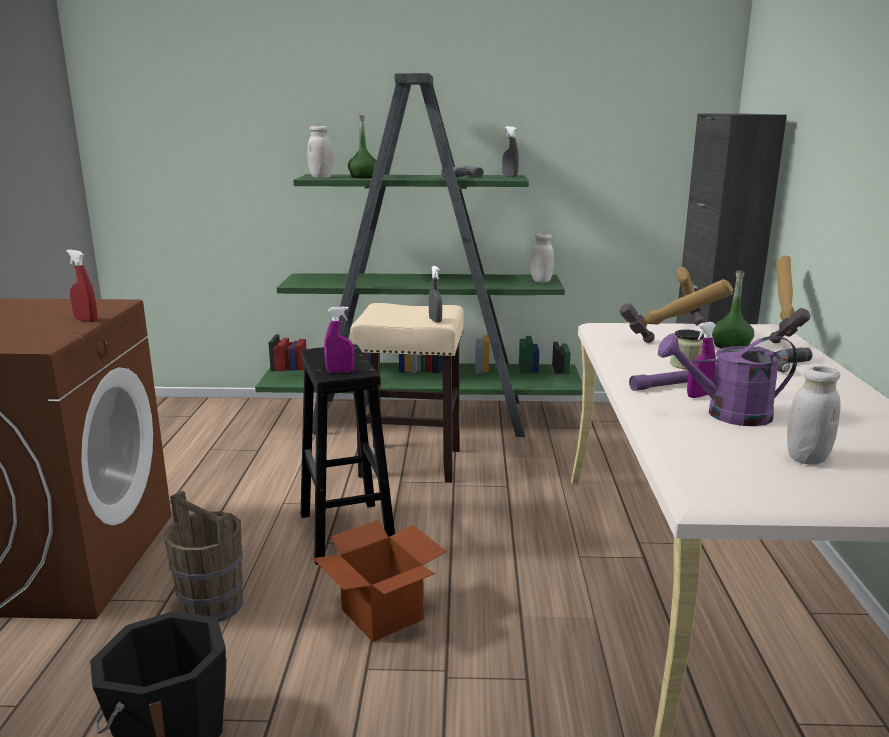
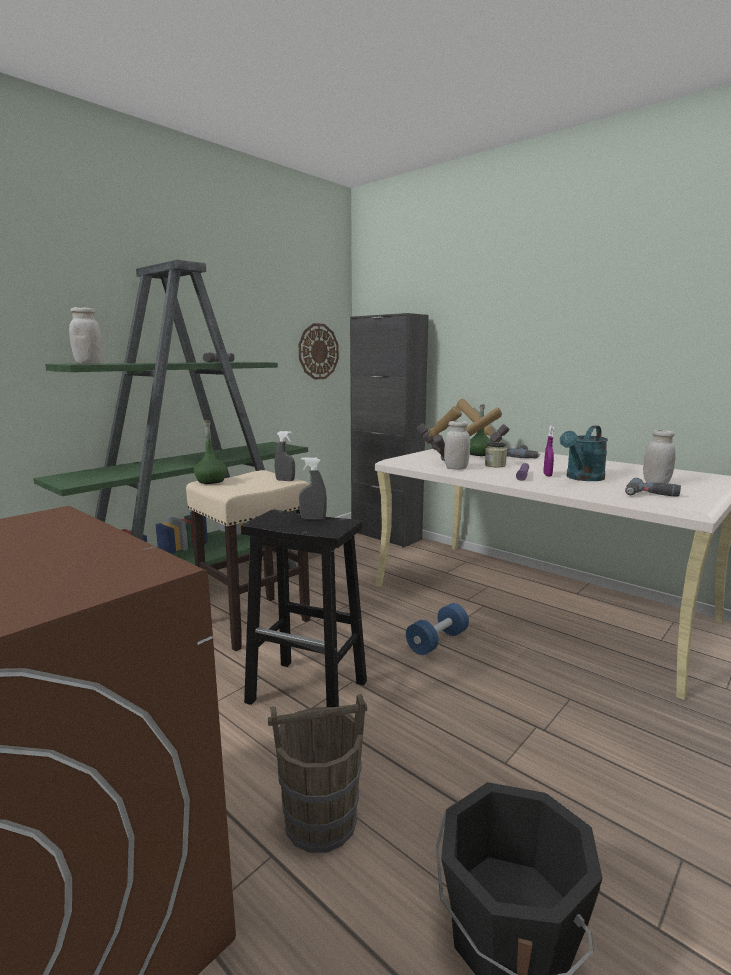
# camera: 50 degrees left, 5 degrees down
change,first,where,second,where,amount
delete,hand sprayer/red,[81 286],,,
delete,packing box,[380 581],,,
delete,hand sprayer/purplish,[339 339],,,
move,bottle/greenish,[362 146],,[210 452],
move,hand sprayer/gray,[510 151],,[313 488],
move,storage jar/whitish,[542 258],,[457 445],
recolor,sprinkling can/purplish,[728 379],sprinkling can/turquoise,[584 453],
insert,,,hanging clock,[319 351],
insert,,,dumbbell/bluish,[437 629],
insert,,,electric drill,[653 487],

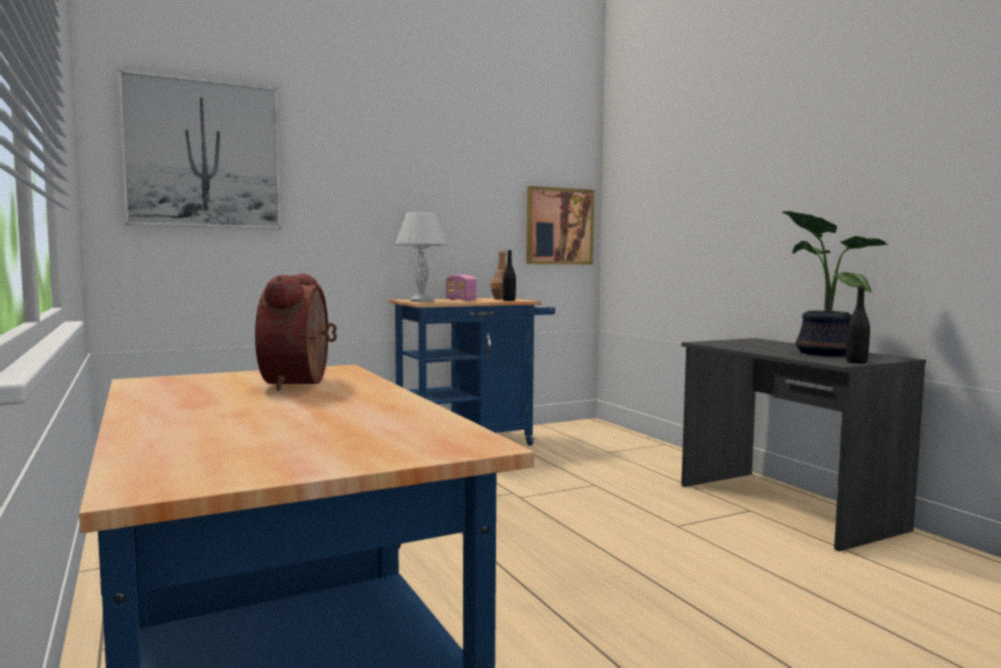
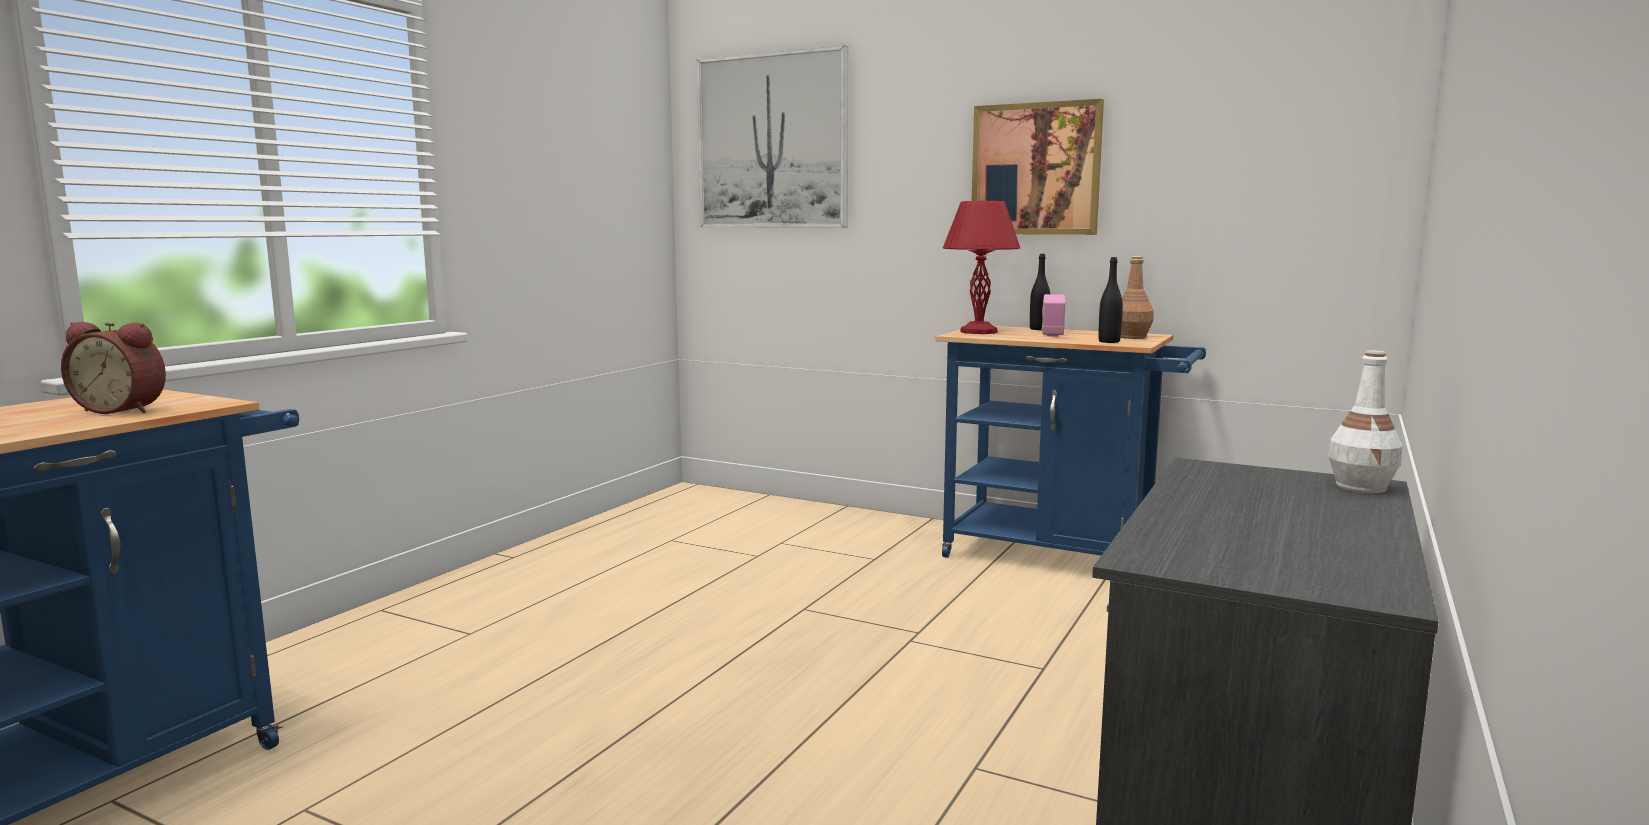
# camera: 55 degrees right, 5 degrees up
change,first,where,second,where,amount
rotate,alarm clock,[296 332],,[113 368],135 degrees counterclockwise
recolor,table lamp/whitish,[421 257],table lamp/red,[981 267],
move,wall picture,[560 225],,[1038 167],
delete,houseplant,[835 283],,,
move,bottle/black,[858 324],,[1040 292],
insert,,,bottle/whitish,[1365 421],

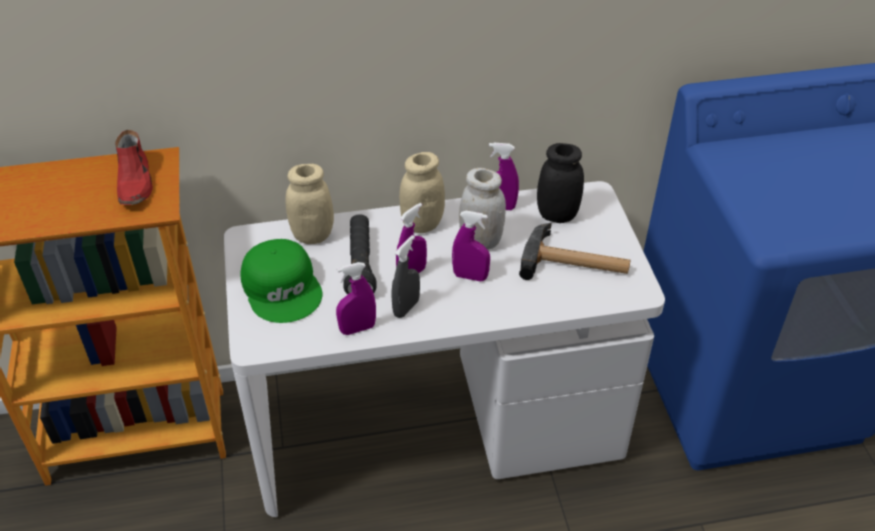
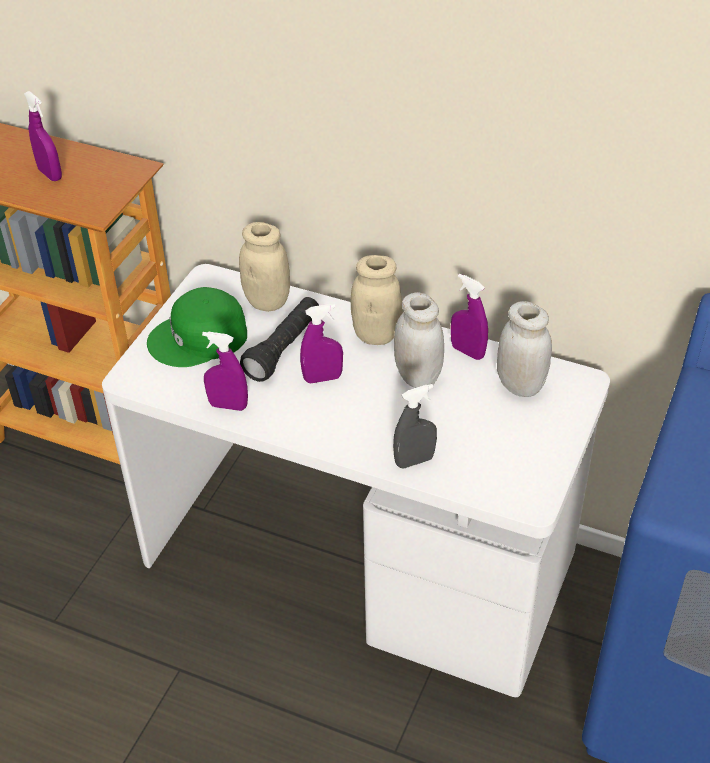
# camera: 35 degrees right, 0 degrees up
change,first,where,second,where,amount
delete,shoe/red,[134 167],,,
rotate,baseball cap/greenish,[281 281],,[197 327],60 degrees clockwise
move,hand sprayer/gray,[405 276],,[415 426],
move,hand sprayer/purplish,[471 246],,[43 136],
delete,hand hammer,[575 251],,,
recolor,storage jar/black,[560 183],storage jar/whitish,[524 349],

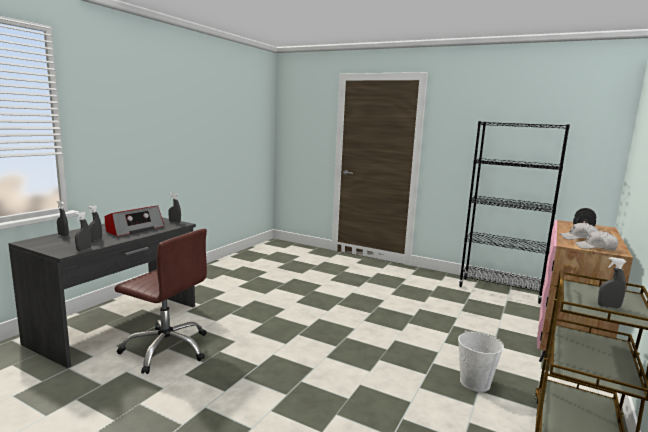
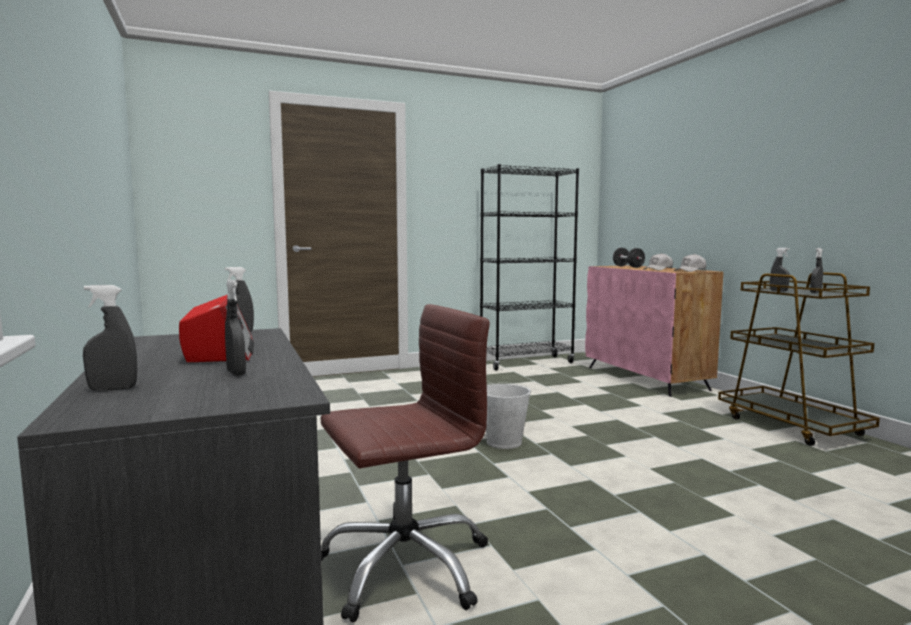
# camera: 50 degrees left, 5 degrees down
change,first,where,second,where,amount
move,hand sprayer/gray,[83 231],,[780 270],
move,bucket/whitish,[481 361],,[508 416],

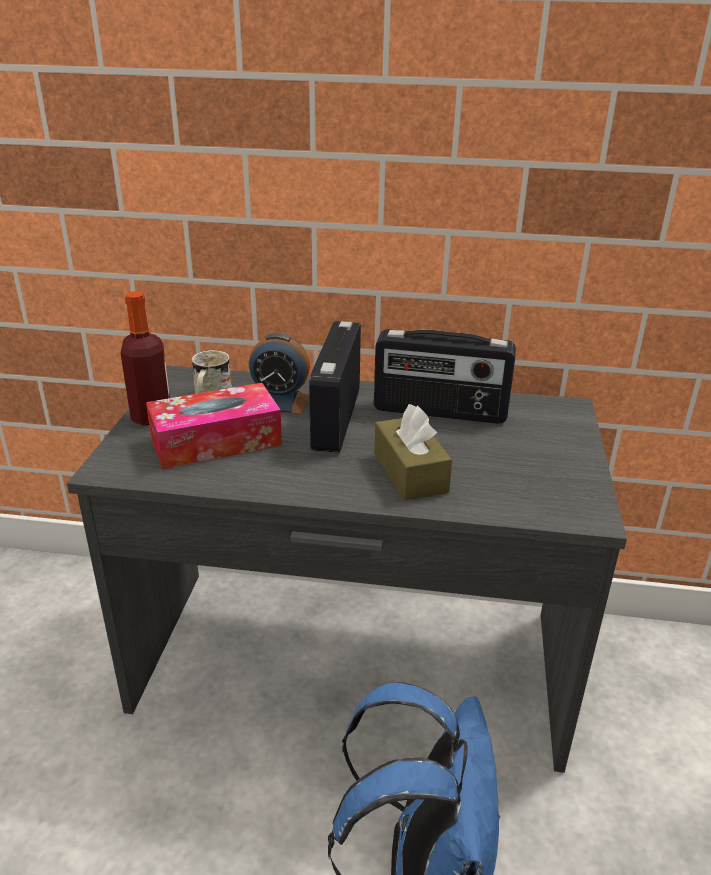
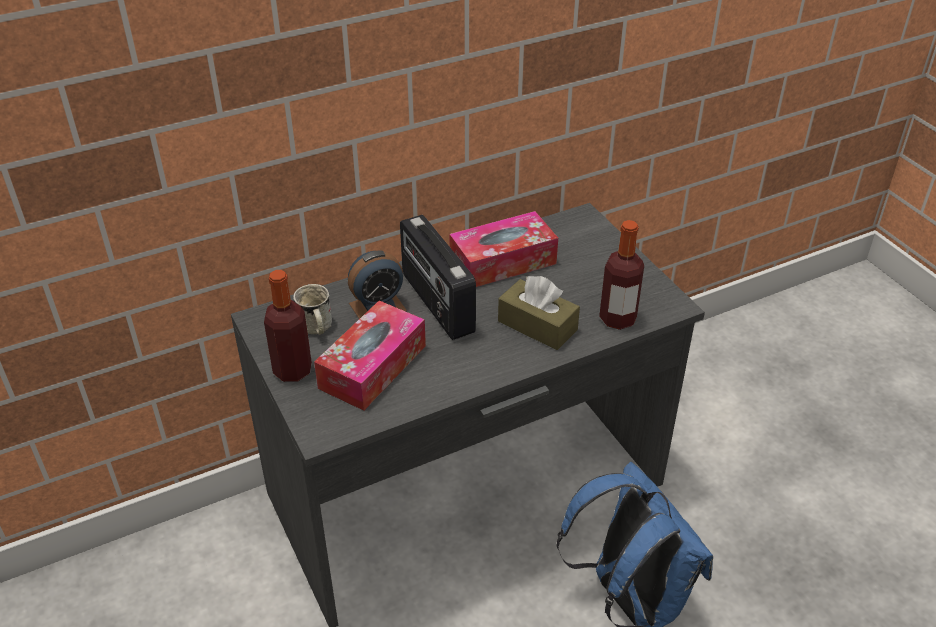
# camera: 35 degrees left, 10 degrees up
change,first,where,second,where,amount
replace,radio set,[445 376],tissue box,[503 249],
insert,,,bottle,[621 275],

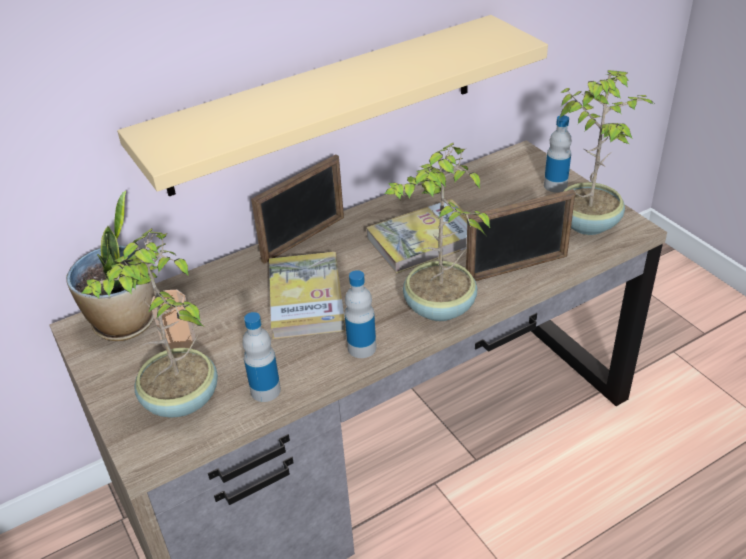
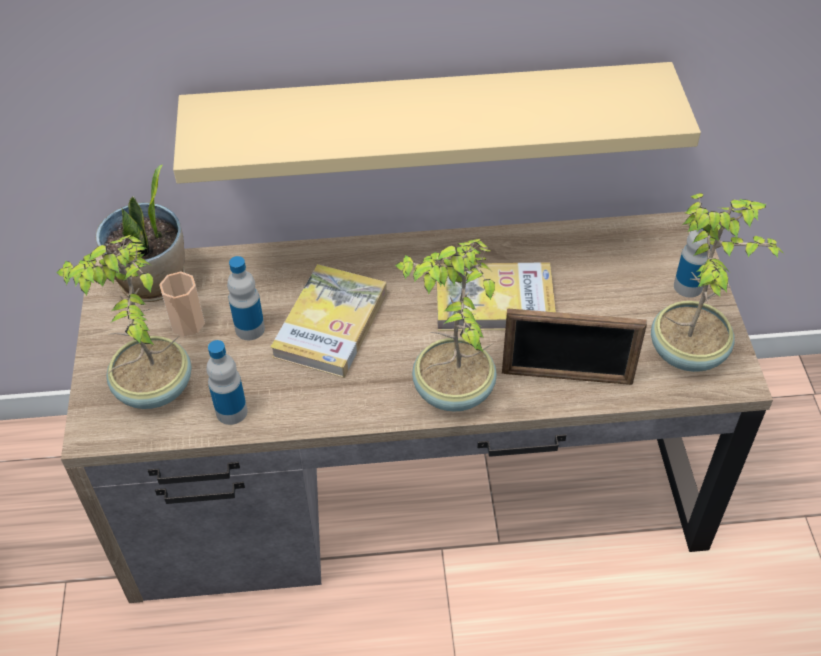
# camera: 25 degrees right, 10 degrees up
change,first,where,second,where,amount
delete,photo frame,[297 209],,,
move,bottle,[360 314],,[246 298],

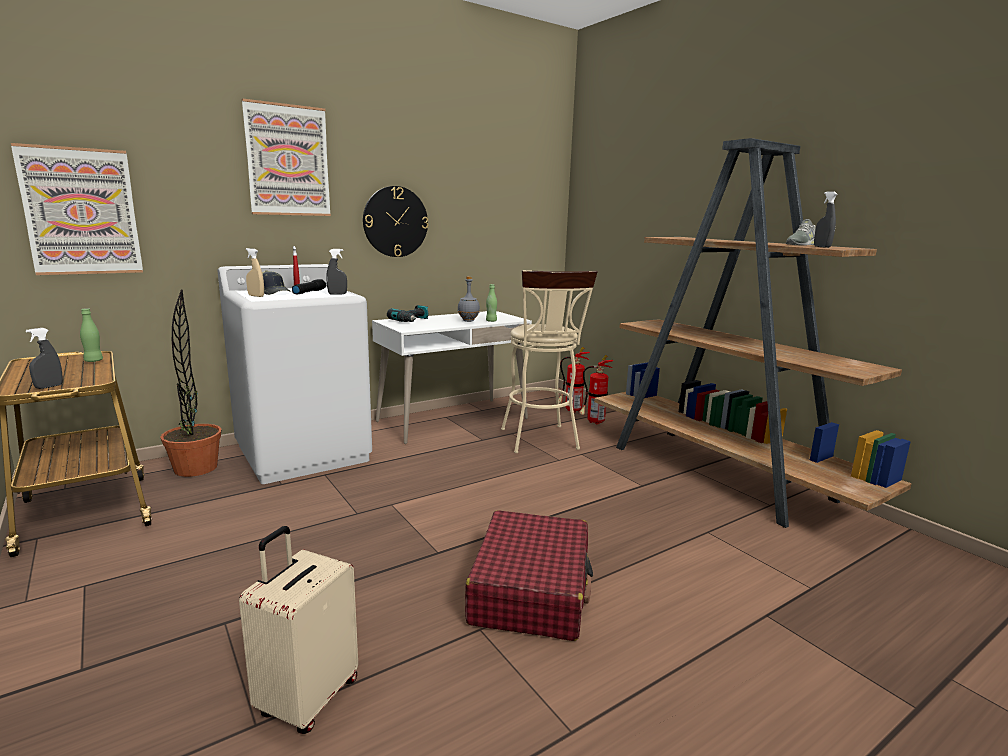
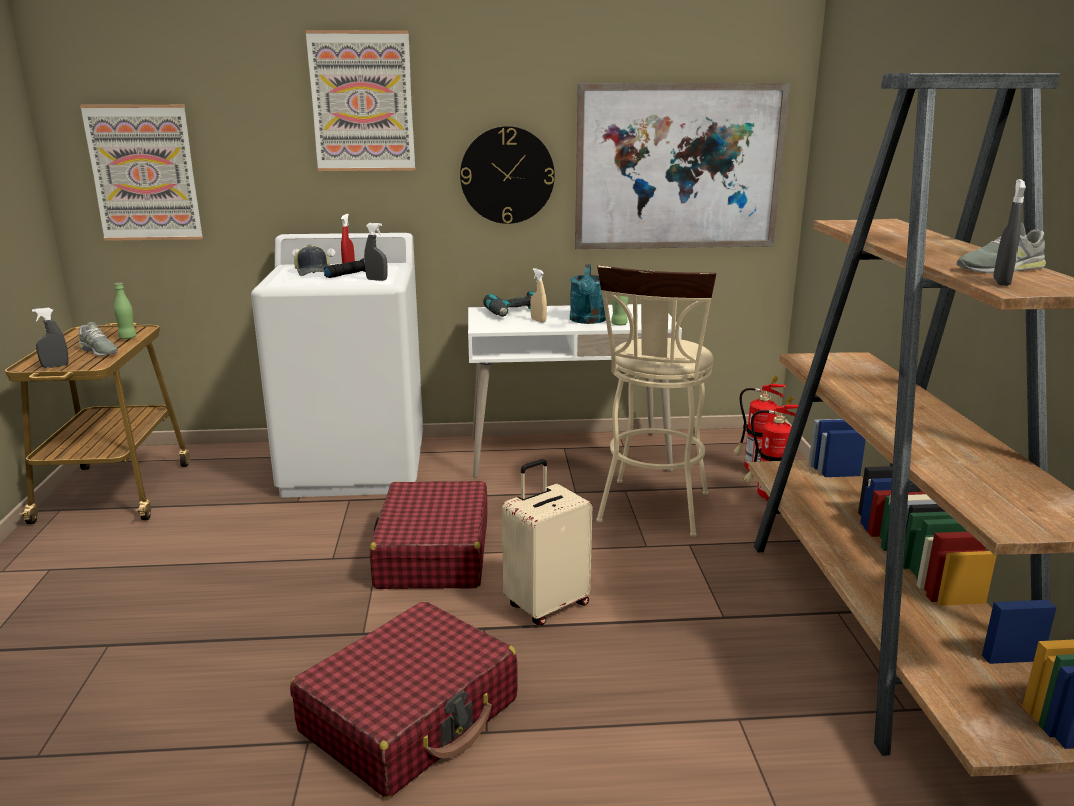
# camera: 30 degrees right, 5 degrees up
change,first,where,second,where,amount
delete,houseplant,[190 383],,,
move,piece of luggage/beige,[298 630],,[547 542],
move,hand sprayer/beige,[255 272],,[538 295],
replace,bottle/gray,[469 299],sprinkling can/turquoise,[588 294],
insert,,,shoe/gray,[98 339],
insert,,,piece of luggage/red,[429 535],
insert,,,wall picture,[682 166],

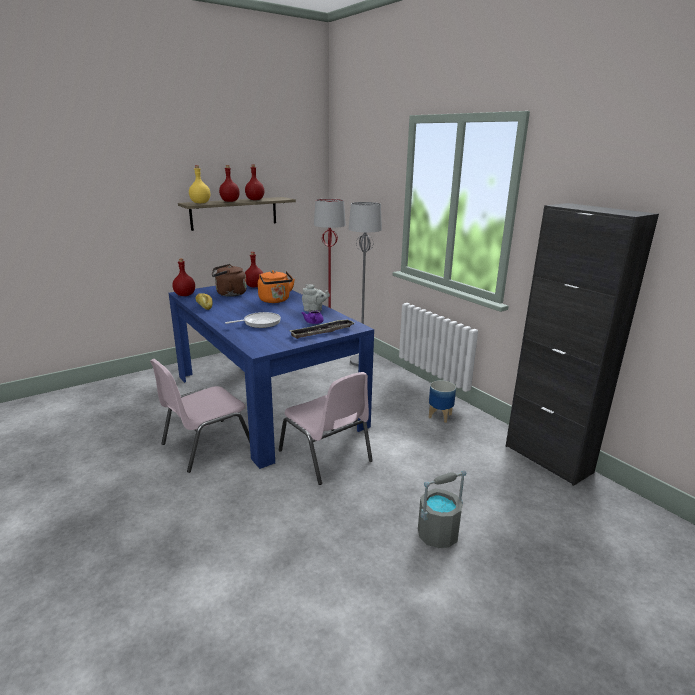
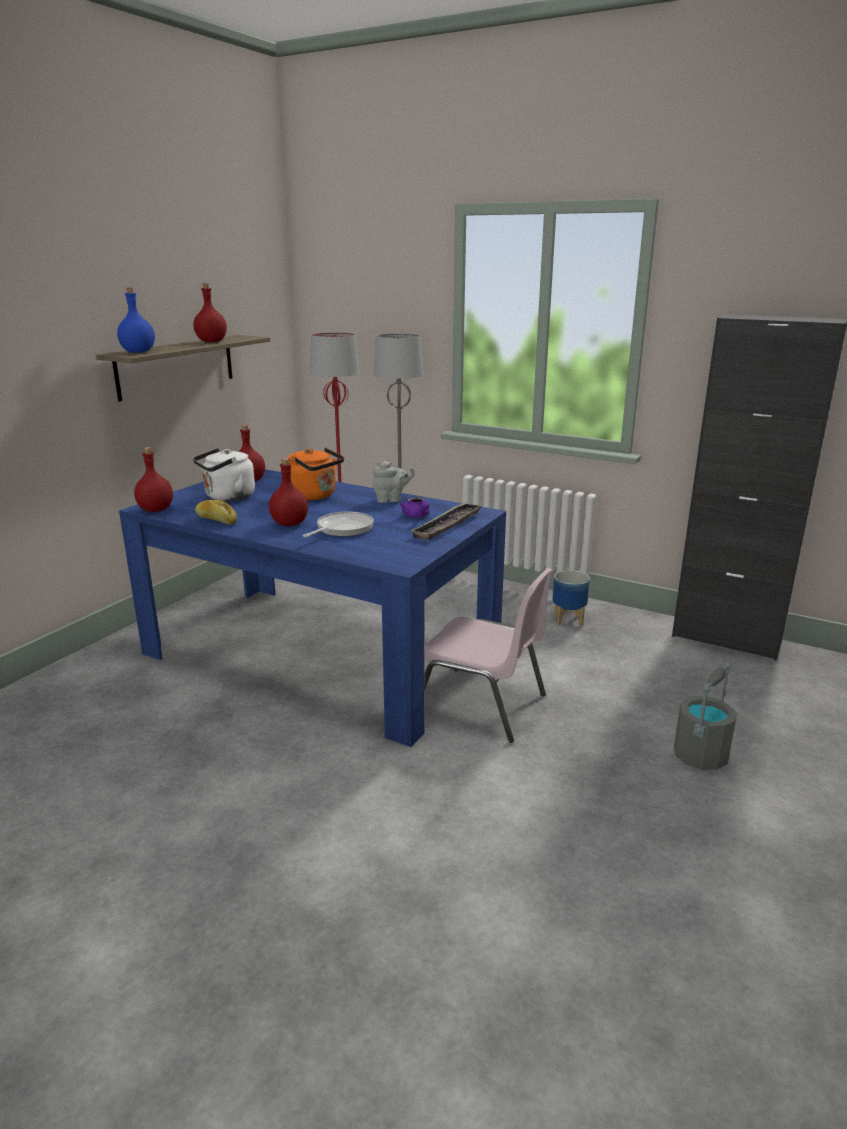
# camera: 25 degrees left, 0 degrees up
change,first,where,second,where,amount
delete,plain chair/pink,[200 416],,,
recolor,bottle/yellowish,[199 184],bottle/bluish,[136 320],
recolor,water kettle/brown-coloured,[229 280],water kettle/whitish,[224 474],
move,bottle/red,[229 183],,[288 492],

